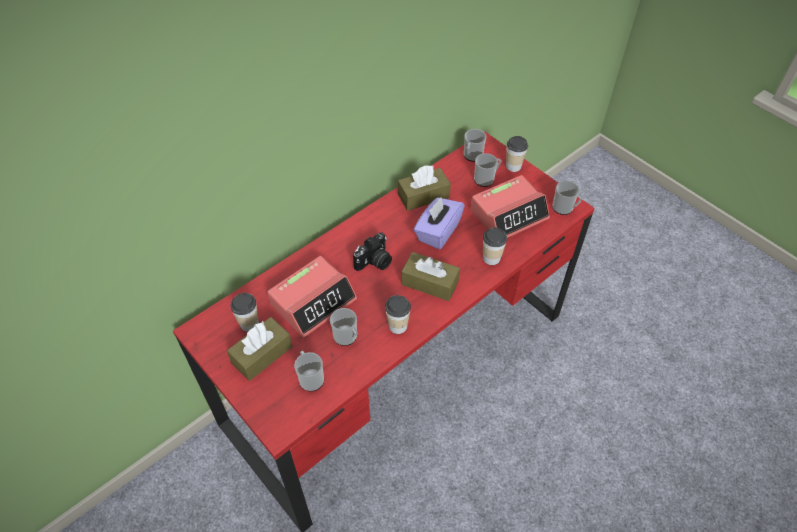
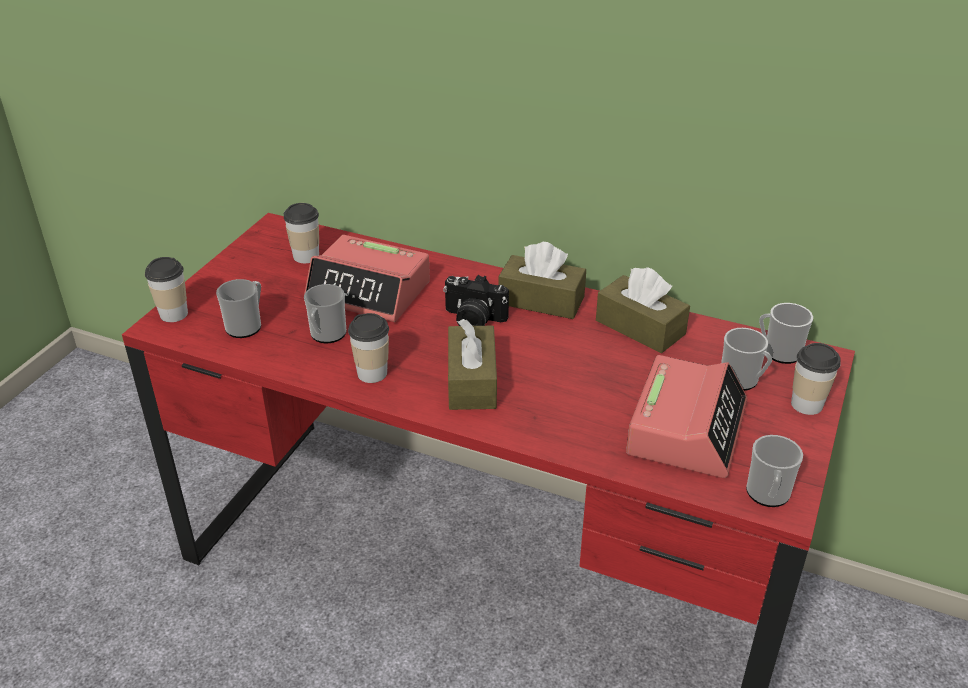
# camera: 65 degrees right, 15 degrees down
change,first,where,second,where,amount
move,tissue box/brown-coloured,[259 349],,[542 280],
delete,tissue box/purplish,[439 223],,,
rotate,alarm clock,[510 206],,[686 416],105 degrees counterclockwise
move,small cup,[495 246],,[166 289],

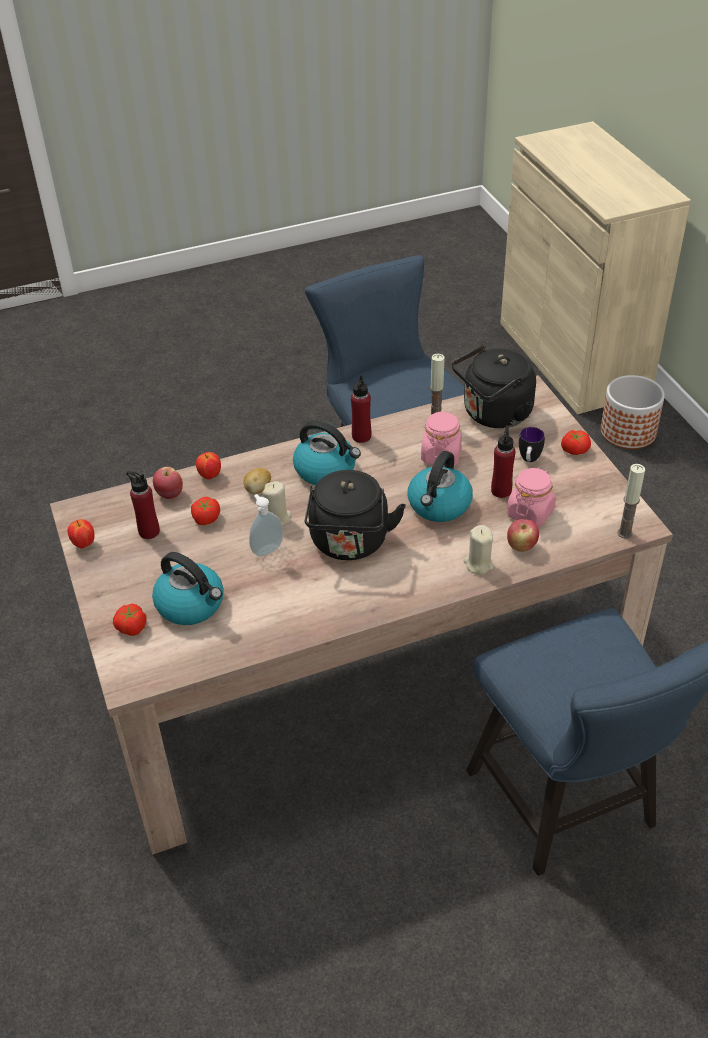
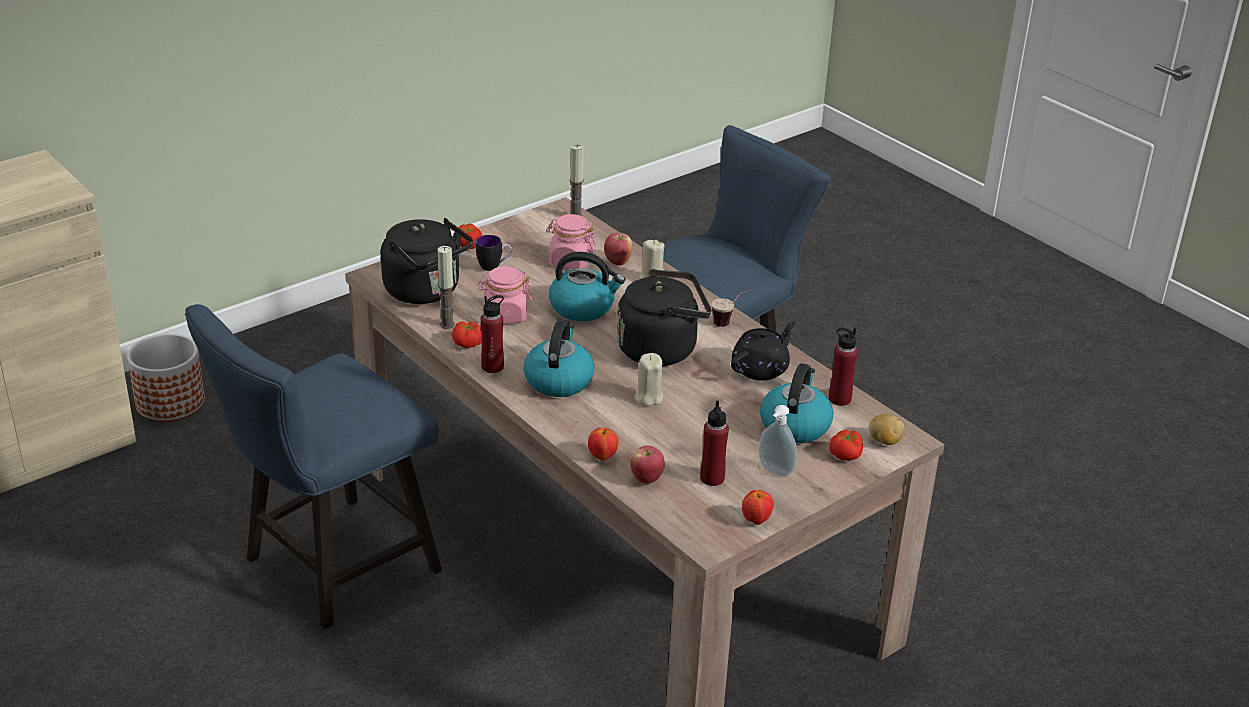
# camera: 110 degrees left, 10 degrees down
change,first,where,second,where,amount
move,whole tomato,[205 511],,[467 335],
move,potato,[257 481],,[887 429],
move,soap dispenser,[266 525],,[778 441],
move,bottle/red,[503 462],,[843 367],
insert,,,small cup,[732 308],
insert,,,pot for tea/black,[763 351],

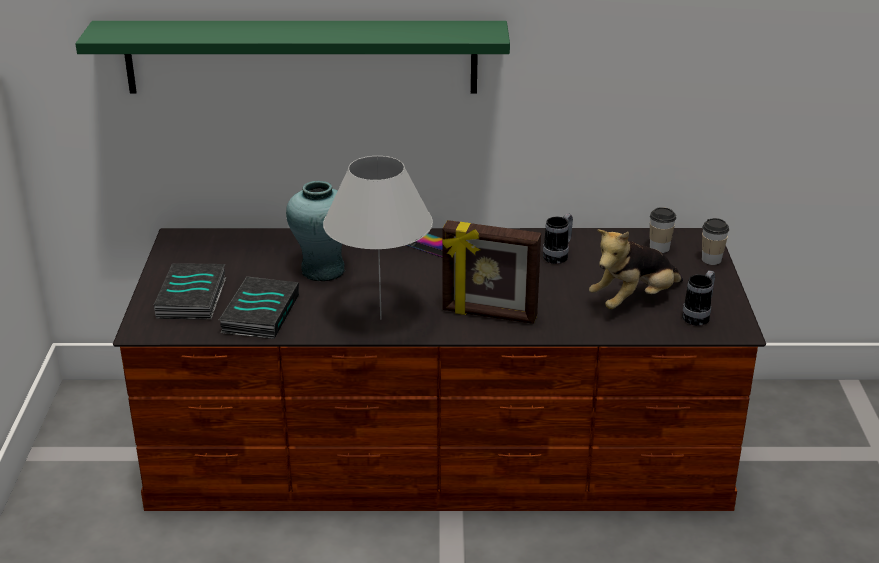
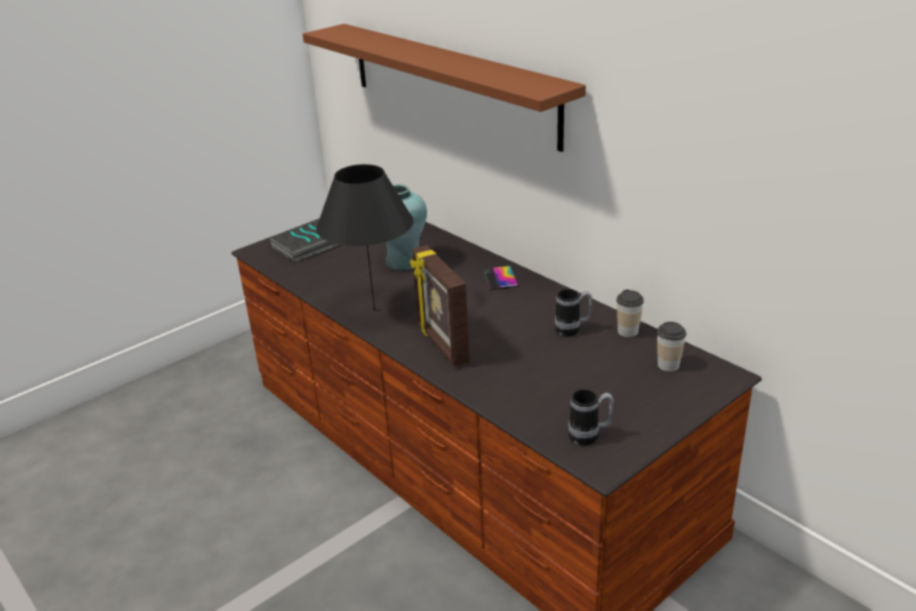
# camera: 50 degrees right, 0 degrees up
change,first,where,second,where,amount
recolor,shelf/greenish,[292 57],shelf/brown-coloured,[444 88],
delete,bound book,[259 307],,,
recolor,table lamp/whitish,[378 237],table lamp/black,[364 237],
delete,cuddly toy,[636 269],,,
move,small cup,[715 241],,[630 313],

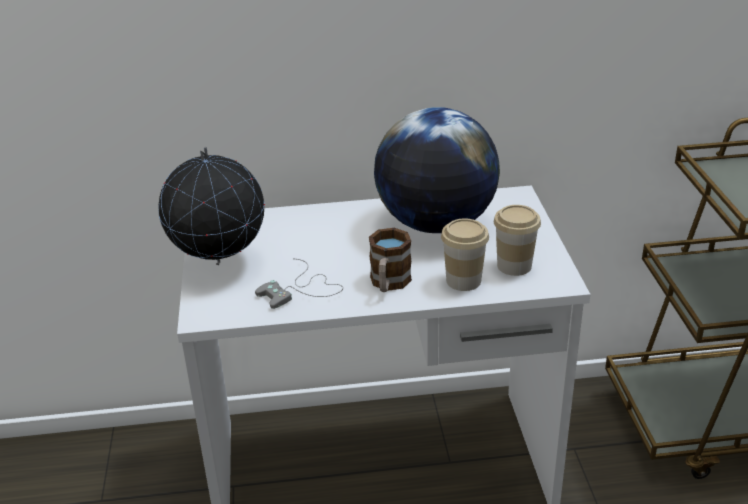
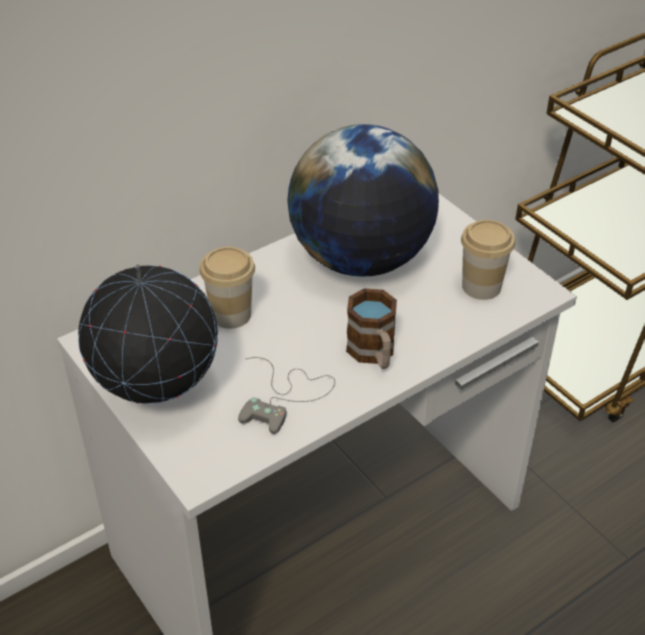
# camera: 30 degrees left, 10 degrees up
change,first,where,second,where,amount
move,small cup,[465 254],,[227 288],

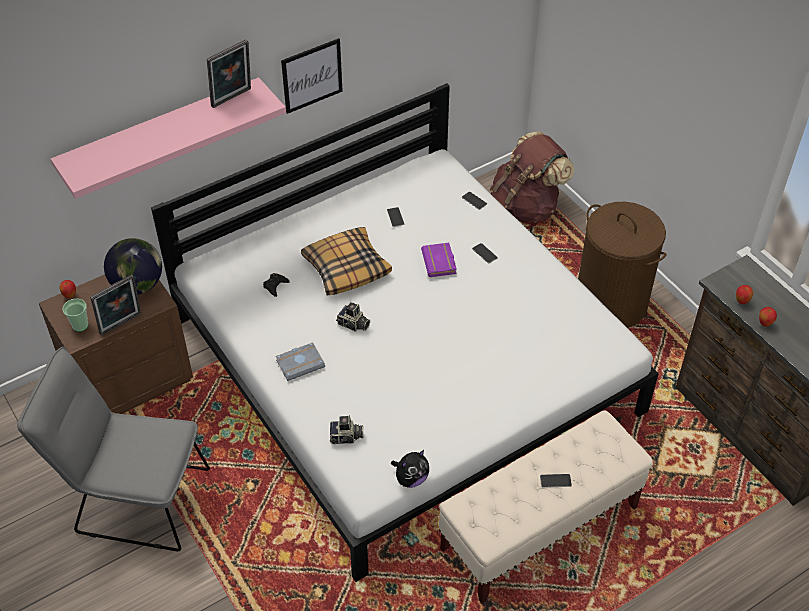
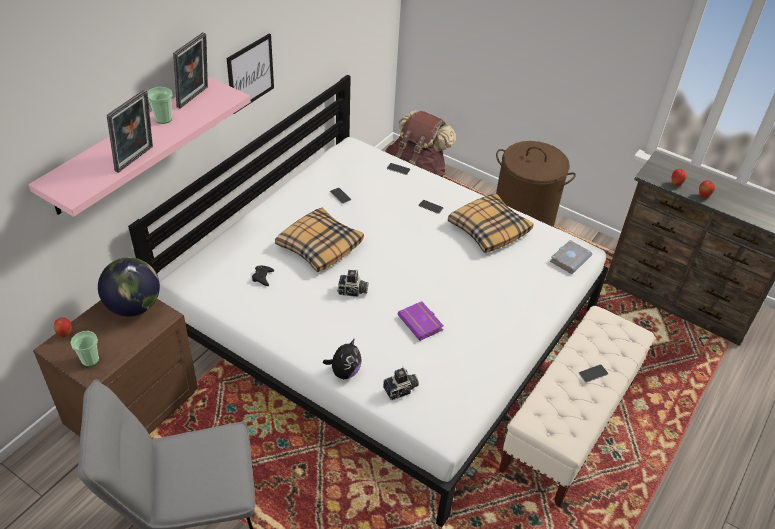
# camera: 25 degrees left, 5 degrees down
change,first,where,second,where,amount
move,photo frame,[115 305],,[130 131],
move,bound book/gray,[300 361],,[571 257],
move,cuddly toy,[410 469],,[342 358],
move,bound book/purplish,[439 260],,[420 321],
insert,,,small cup,[160 105],
insert,,,throw pillow,[491 223],

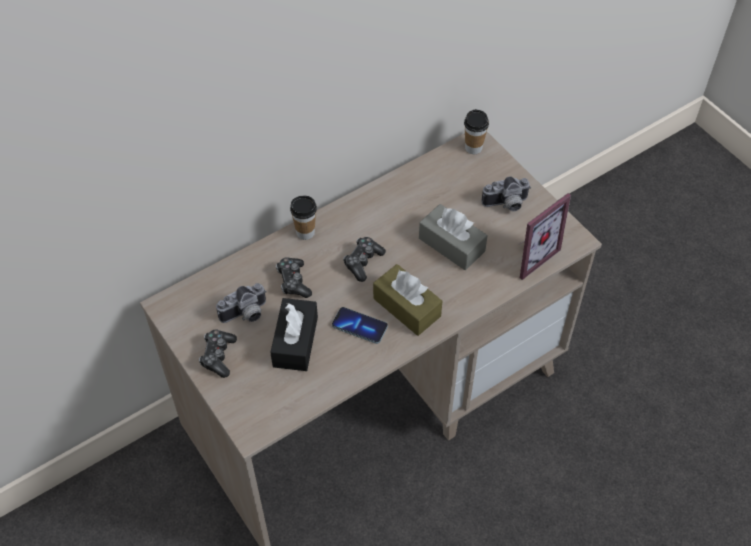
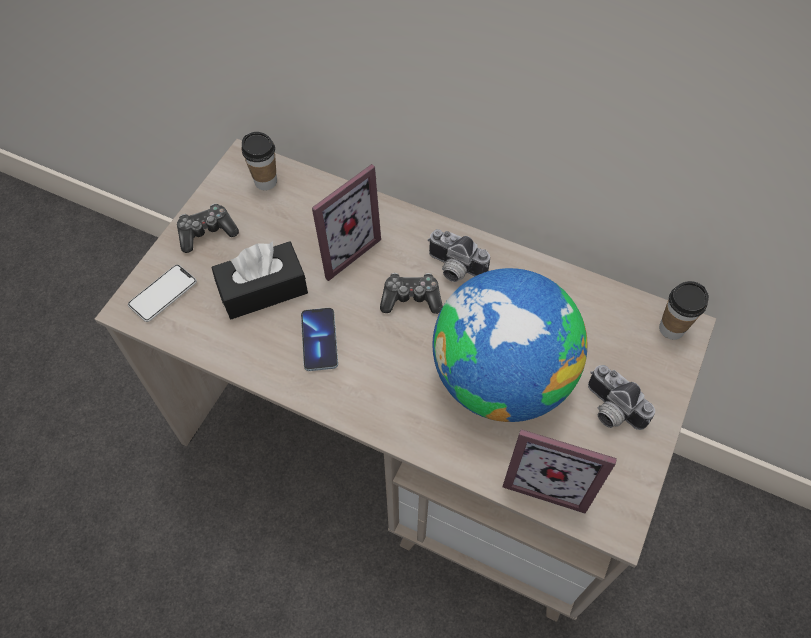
# camera: 60 degrees right, 5 degrees up
change,first,where,second,where,amount
move,still camera,[241 303],,[459 255],
replace,joypad,[294 277],photo frame,[346 222],
move,small cup,[303 218],,[259 161],
delete,tissue box/brown-coloured,[407 300],,,
replace,tissue box/gray,[453 237],desk globe,[510 345],
insert,,,telephone,[162 293],

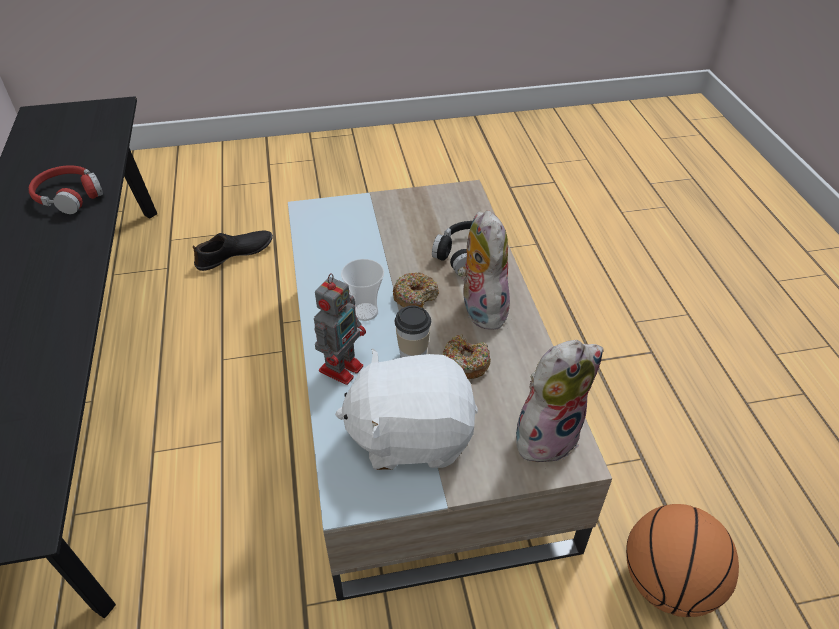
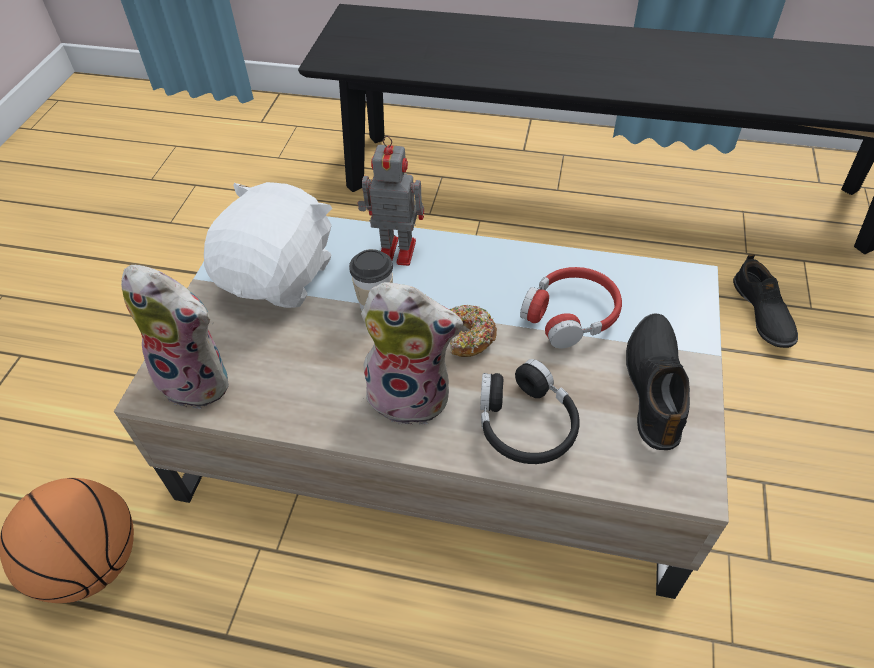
# camera: 115 degrees right, 5 degrees up
change,first,where,second,where,amount
move,pair of headphones/red,[66 189],,[571 307],
rotate,model robot,[340 329],,[391 201],135 degrees clockwise
delete,small cup,[362 290],,,
delete,doughnut,[466 357],,,
rotate,cuddly toy,[560 403],,[175 337],60 degrees counterclockwise
insert,,,shoe/black,[658 382],

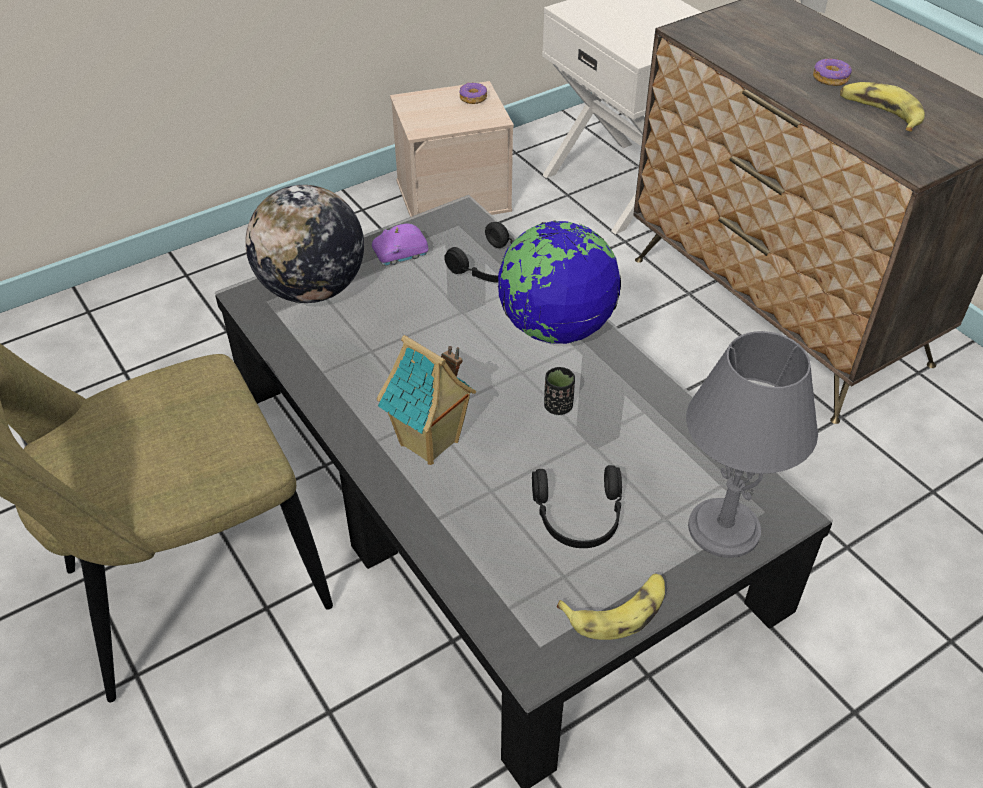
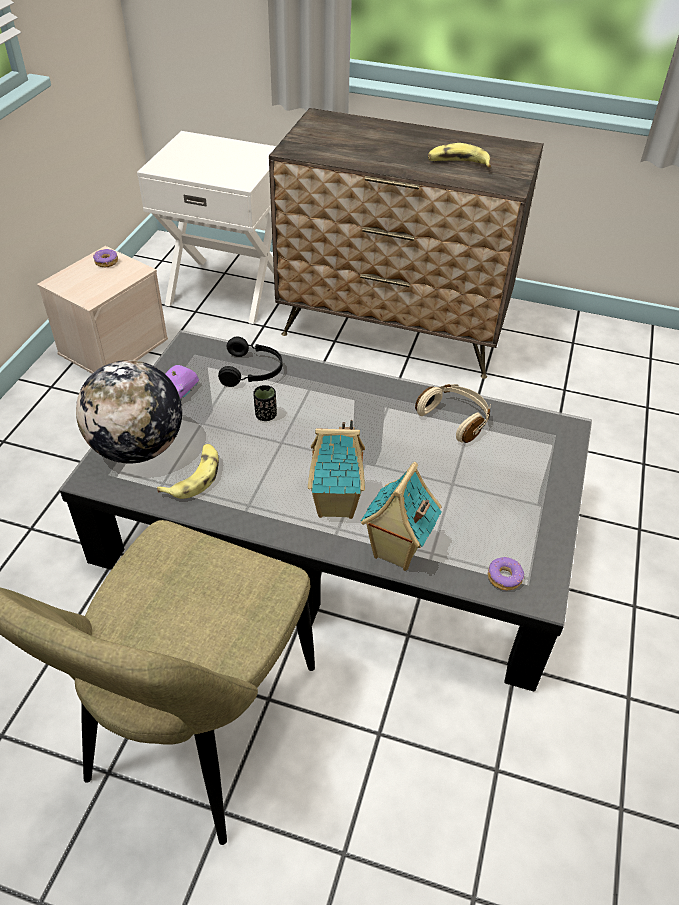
# camera: 40 degrees left, 0 degrees up
change,first,where,second,where,amount
delete,desk globe,[559 282],,,
delete,pair of headphones/black,[577 506],,,
move,small cup/black,[559 391],,[265 403],
move,whole banana,[611 607],,[188 471],
delete,table lamp/gray,[752 444],,,
move,doughnut,[832 72],,[505 574],
insert,,,toy house,[401 516],
insert,,,pair of headphones/beige,[452 413],

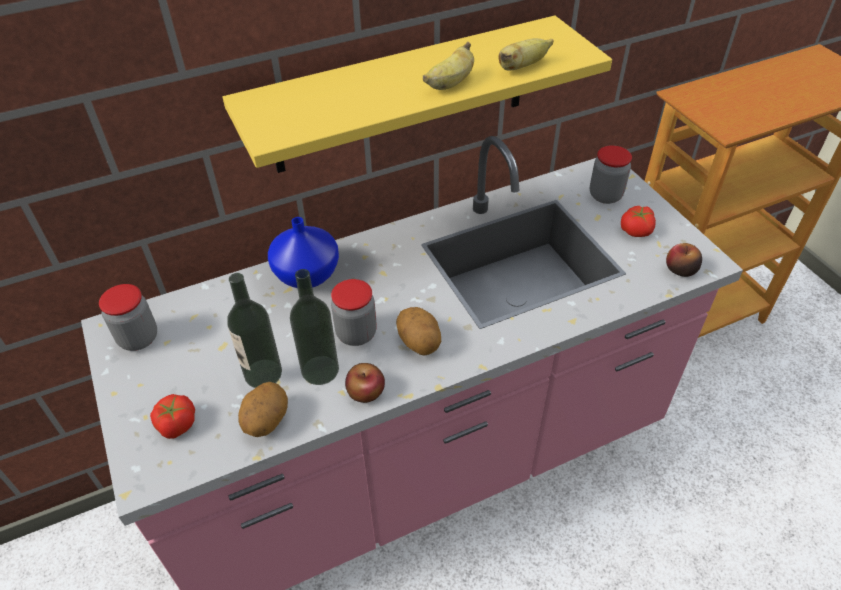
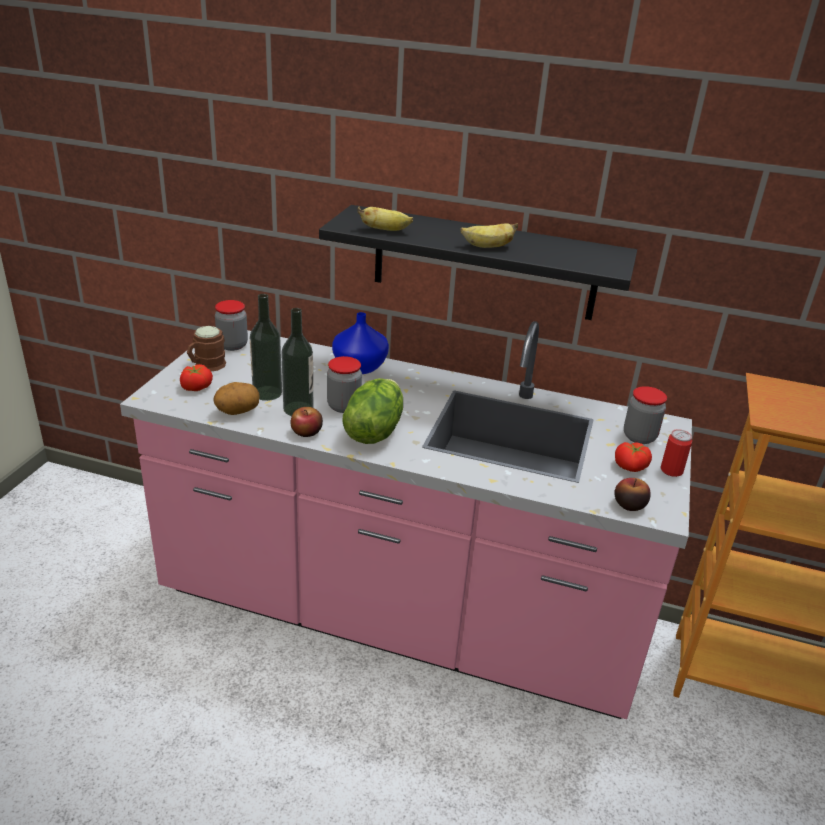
# camera: 40 degrees right, 15 degrees down
change,first,where,second,where,amount
recolor,shelf/yellowish,[417 94],shelf/black,[478 262],
replace,potato,[418 331],lettuce head,[372 411],
move,whole banana,[526 54],,[385 219],
insert,,,coffee mug/brown-coloured,[206 348],
insert,,,can,[676 453],

